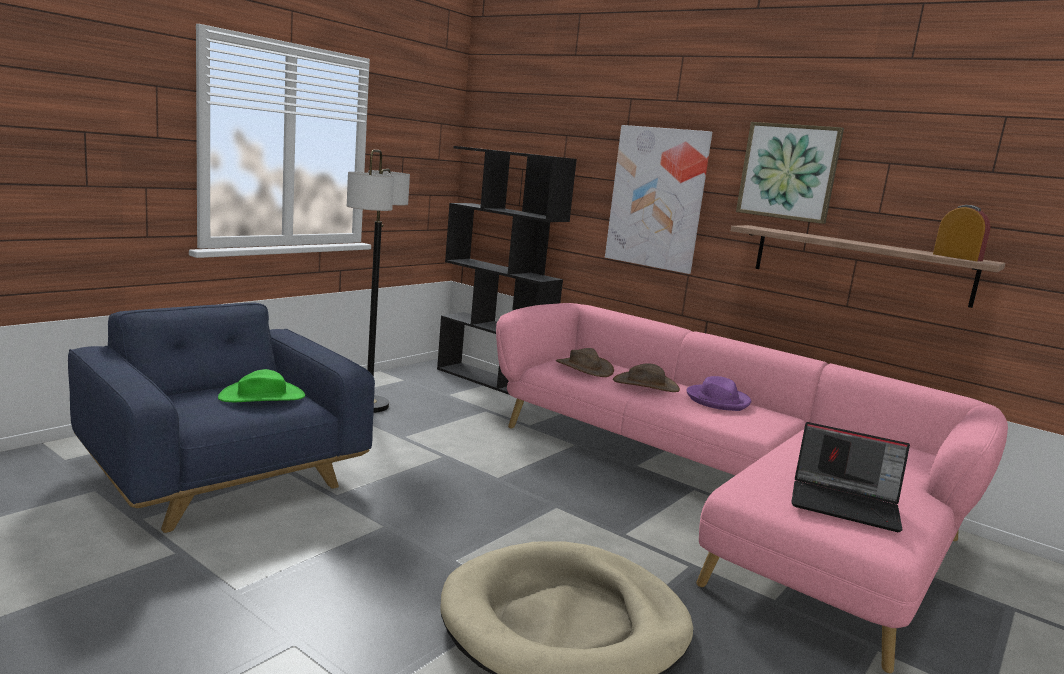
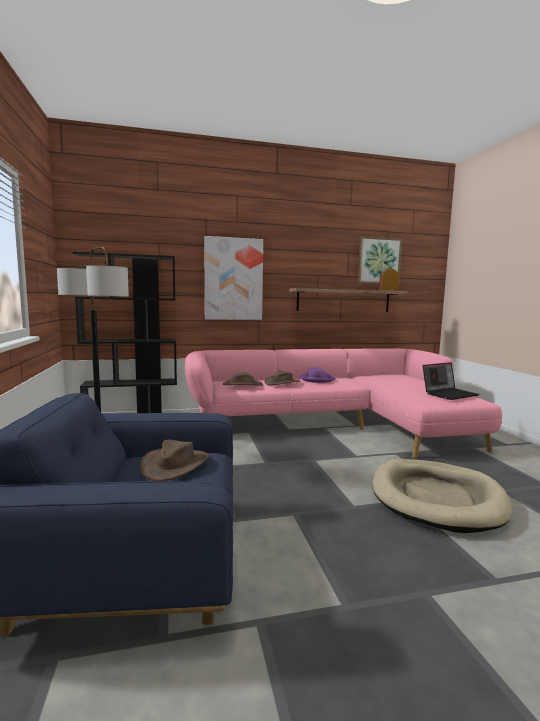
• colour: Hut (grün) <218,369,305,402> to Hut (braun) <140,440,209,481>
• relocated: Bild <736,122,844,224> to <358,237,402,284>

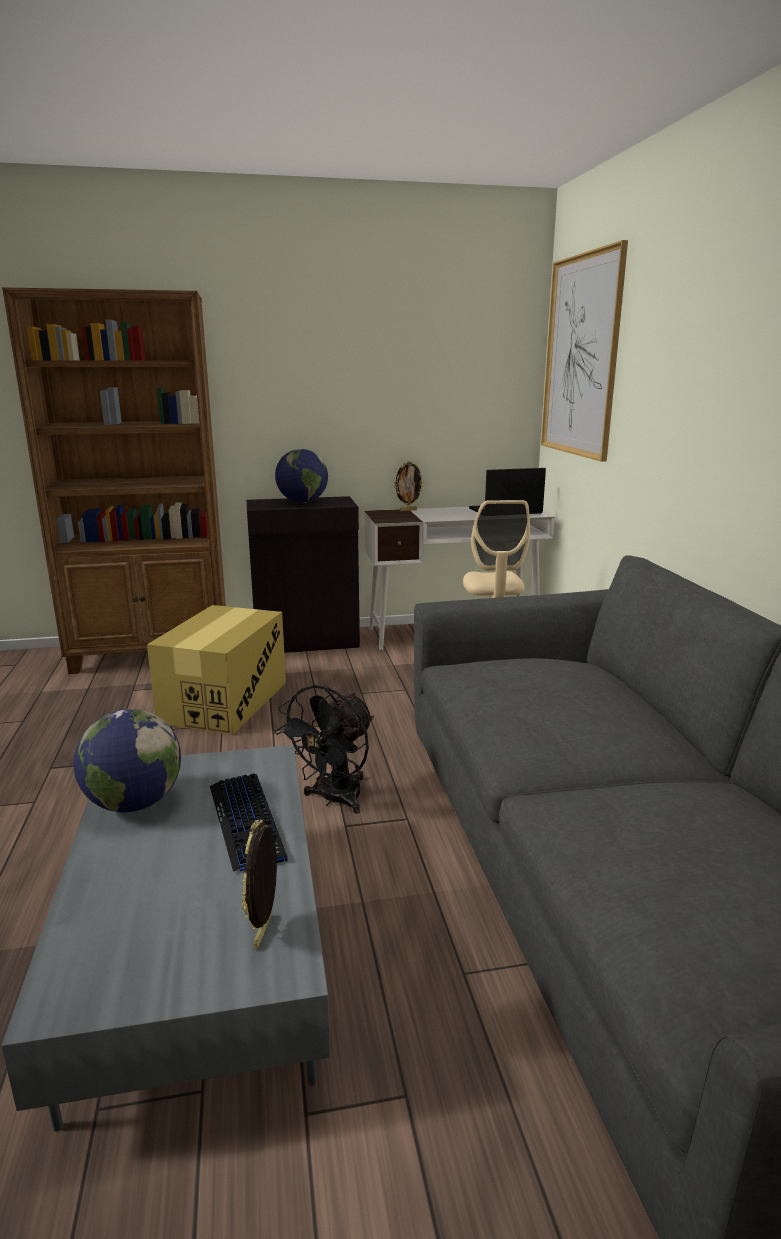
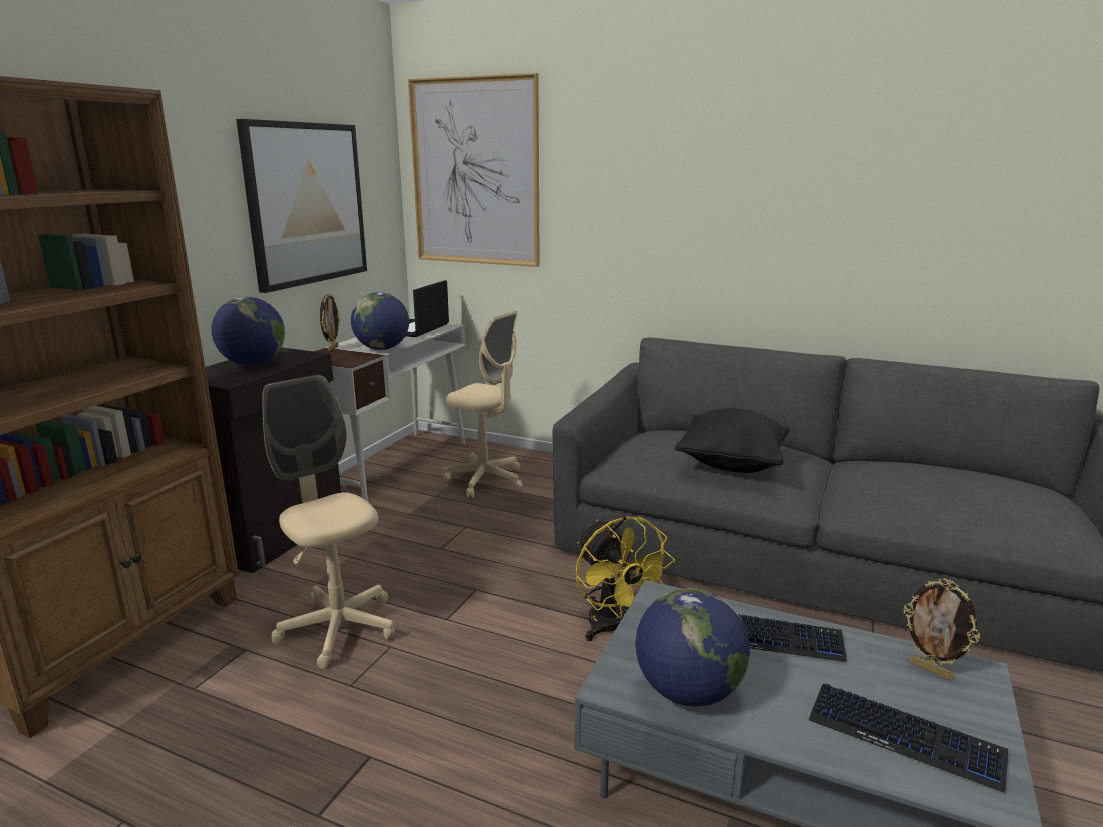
• exchanged: Karton <147,605,286,735> to Bürostuhl (beige) <262,375,395,669>
• colour: Ventilator (schwarz) <274,685,374,814> to Ventilator (gelb) <576,516,675,641>
• appeared: Bild <236,119,367,293>
• appeared: Globus <351,292,409,350>
• appeared: Kissen (schwarz) <675,408,790,473>
• appeared: Tastatur <809,684,1008,793>

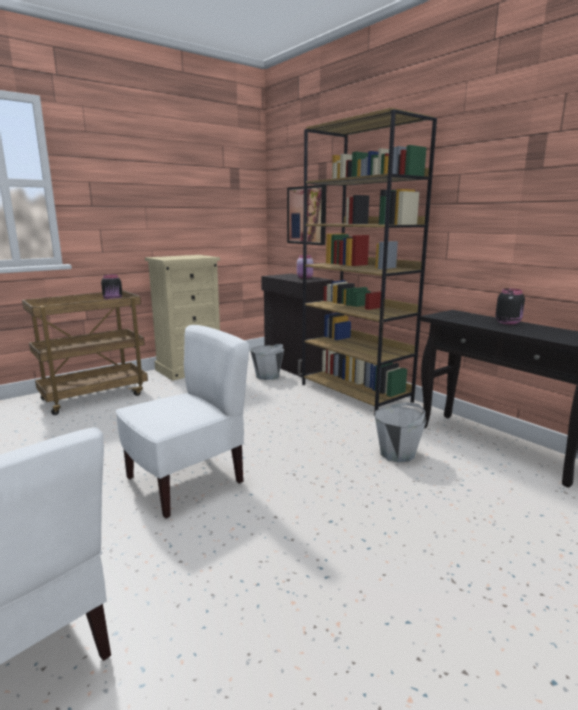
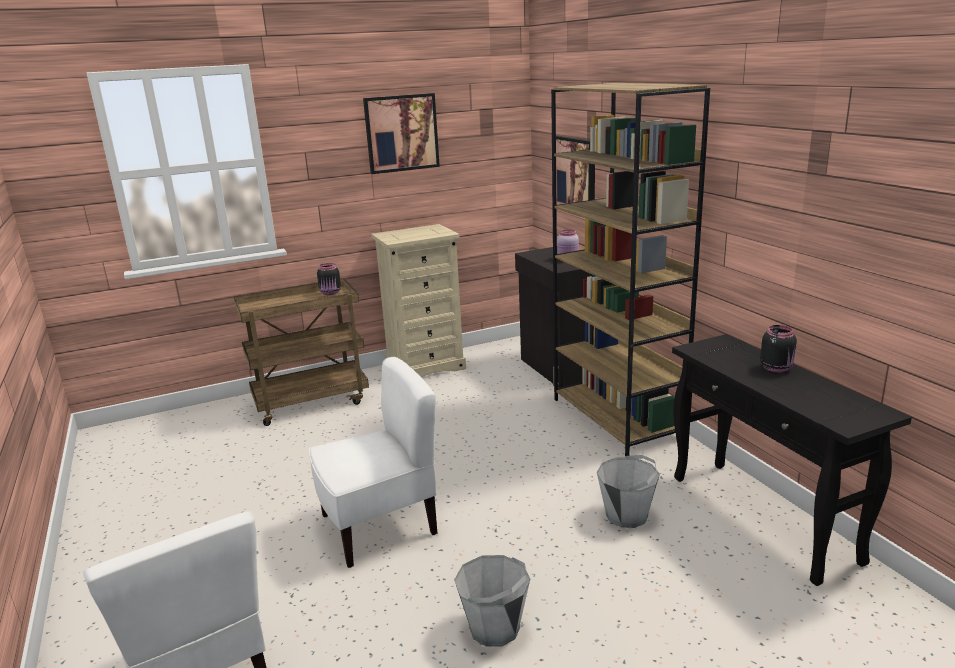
• relocated: Eimer (grau) <250,344,284,380> to <454,555,530,647>
• appeared: Bild <363,93,440,174>

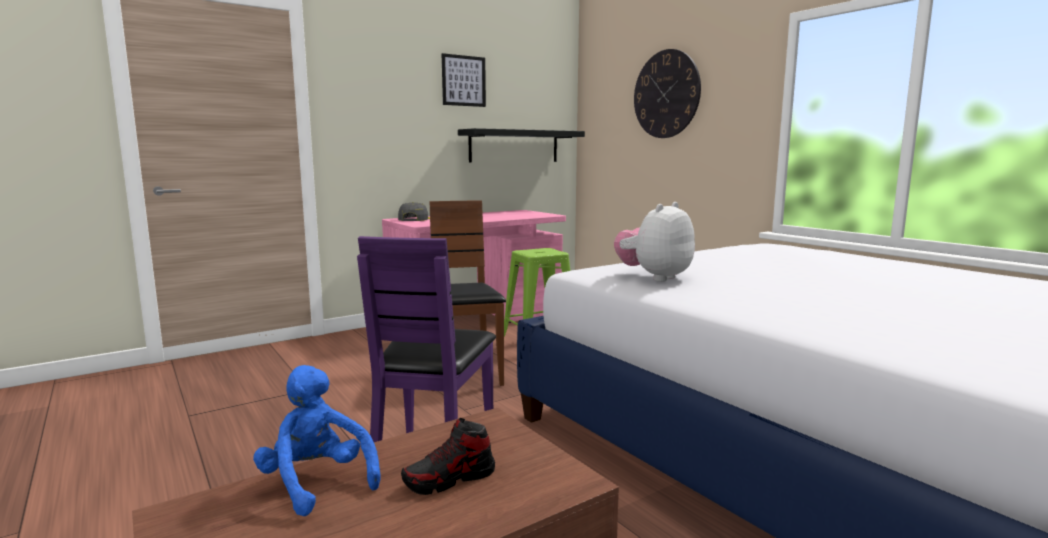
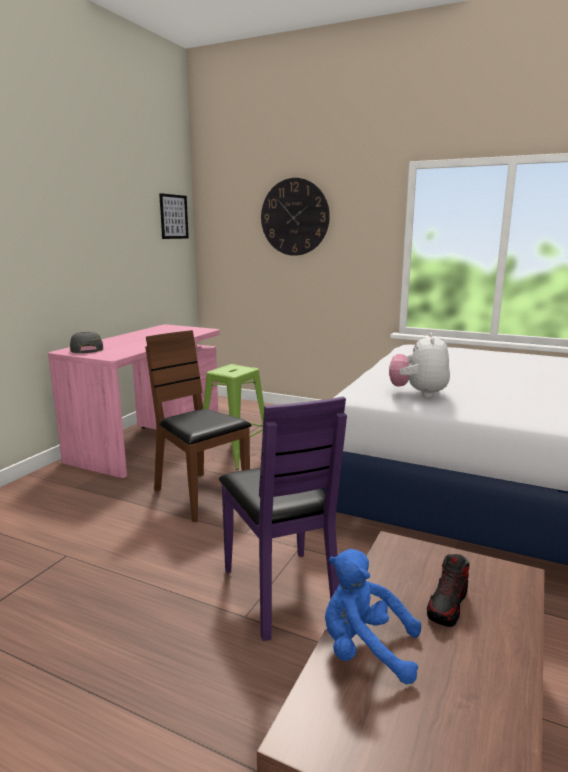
• relocated: Bild <442,53,486,107> to <159,193,189,239>
• missing: Wandregal (schwarz) <458,128,585,163>

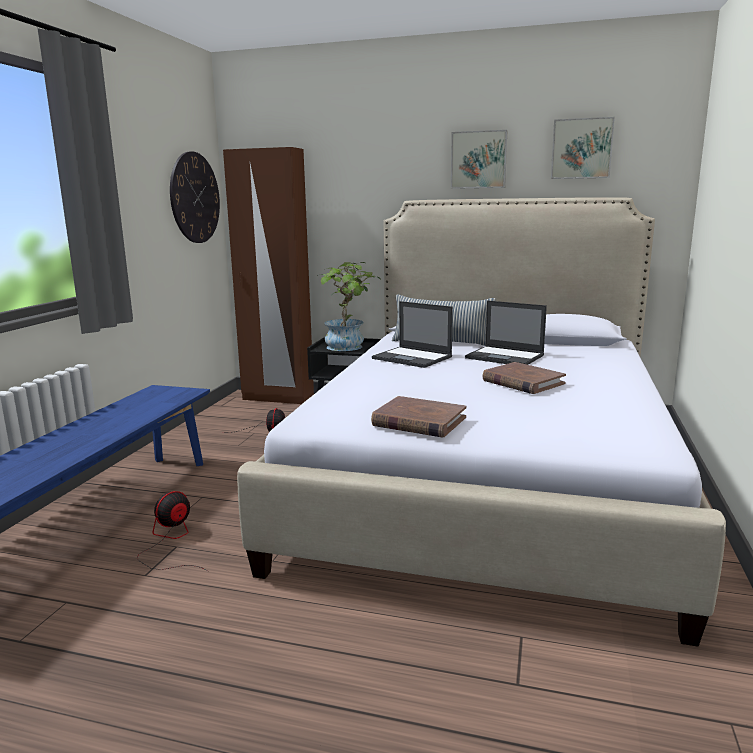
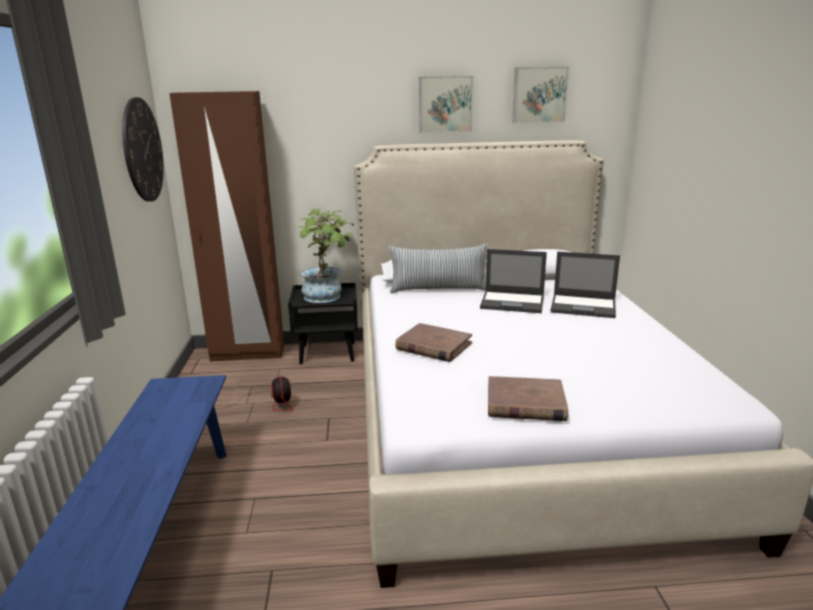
• missing: Ventilator <137,491,207,571>
• relocated: Laptop <372,301,453,368> to <551,252,620,318>
• relocated: Buch (braun) <482,362,566,394> to <395,323,472,362>

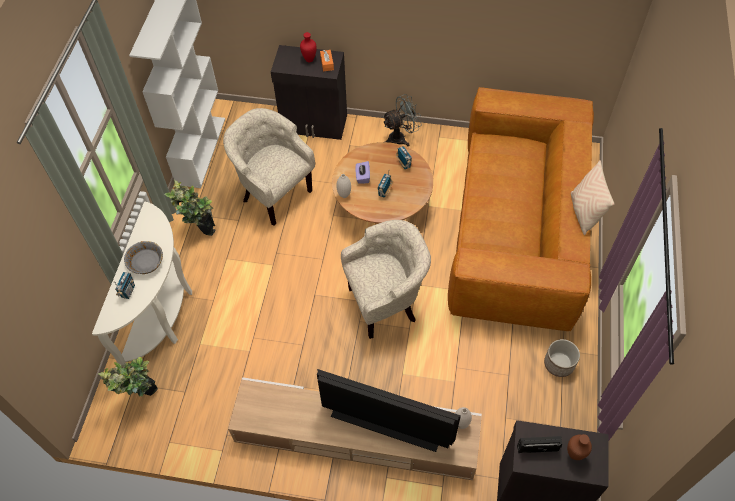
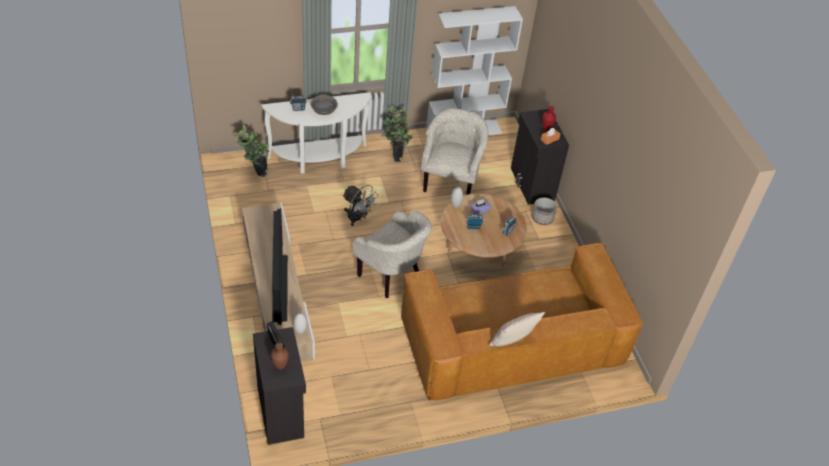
• relocated: Ventilator (grau) <382,94,422,146> to <342,185,377,226>
• relocated: Pflanzkübel <544,339,580,377> to <532,198,557,225>

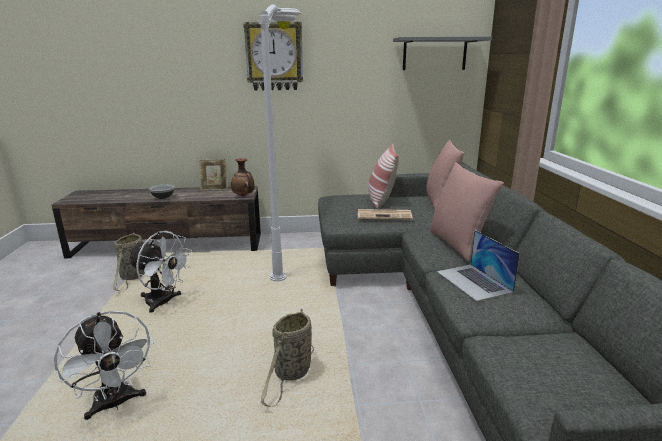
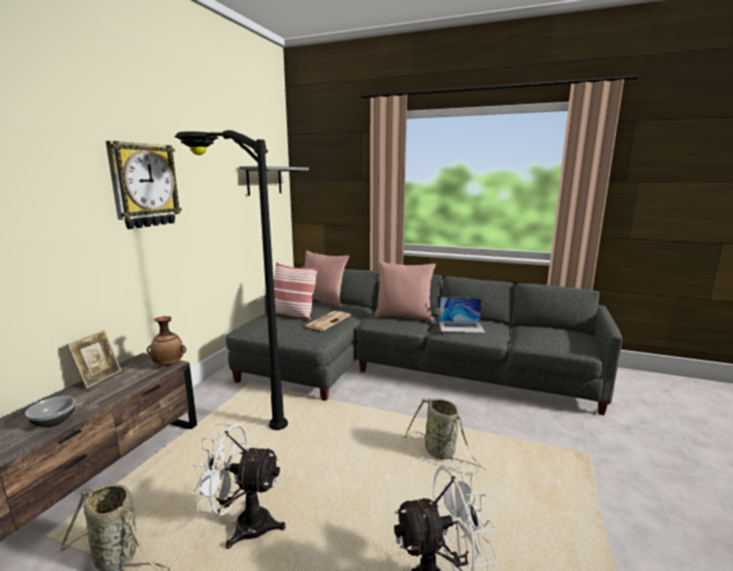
• spun: Ventilator (weiß) <128,231,192,313> = <190,423,286,549> 135 degrees counterclockwise
• colour: Stehlampe (weiß) <258,4,301,281> to Stehlampe (schwarz) <175,130,288,430>

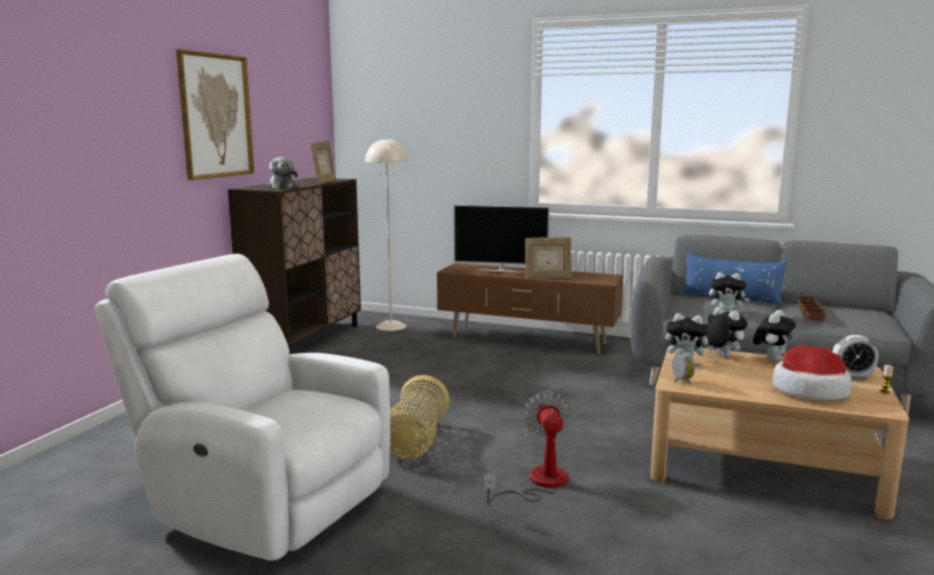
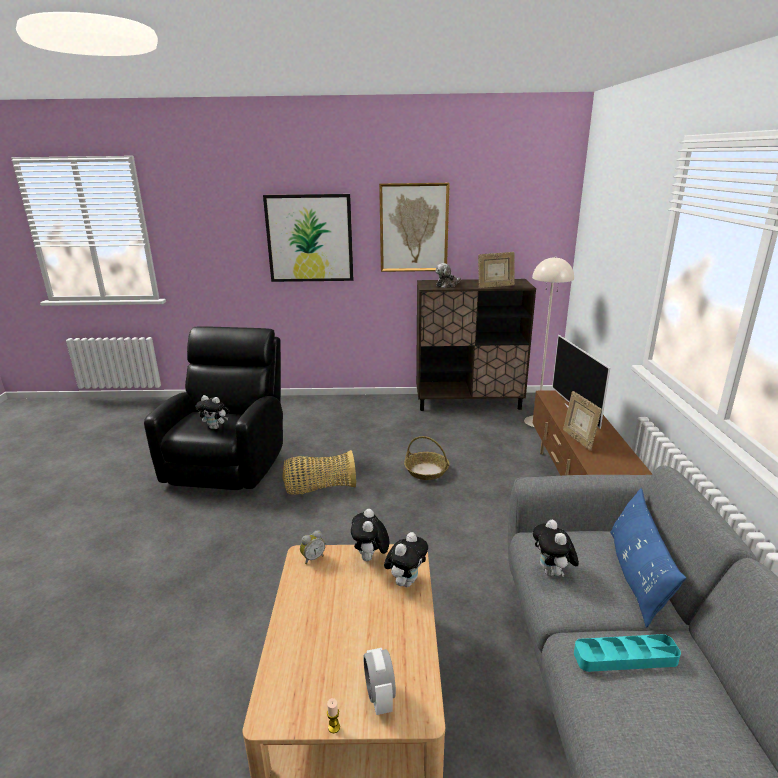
• colour: Sessel (weiß) <95,254,390,561> to Sessel (schwarz) <144,326,283,490>
• missing: Ventilator <484,391,571,504>
• relocated: Plüschtier <753,310,796,361> to <196,395,229,429>
• missing: Hut <773,345,852,400>
• colour: Tablett (braun) <798,297,826,322> to Tablett (türkis) <574,634,681,672>
• appeared: Bild <263,194,353,282>
• appeared: Korb <404,436,450,480>

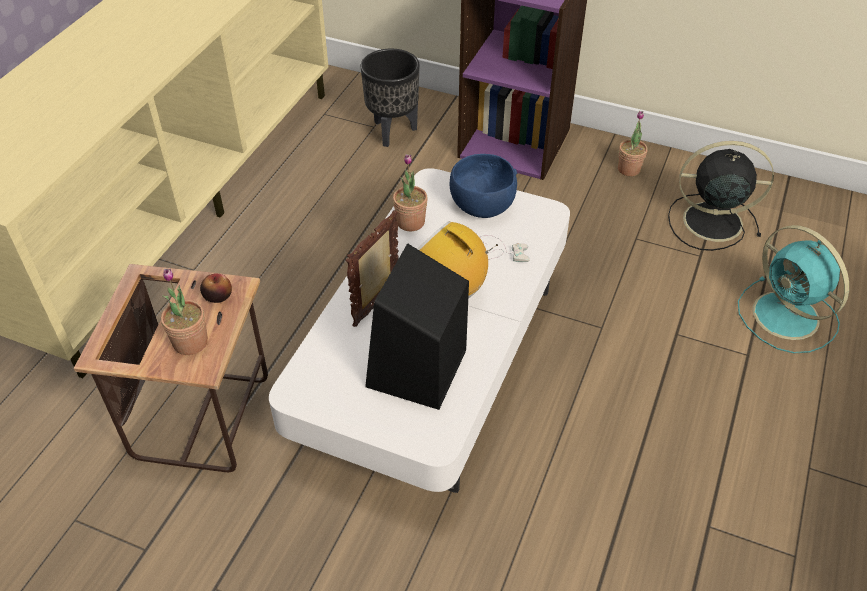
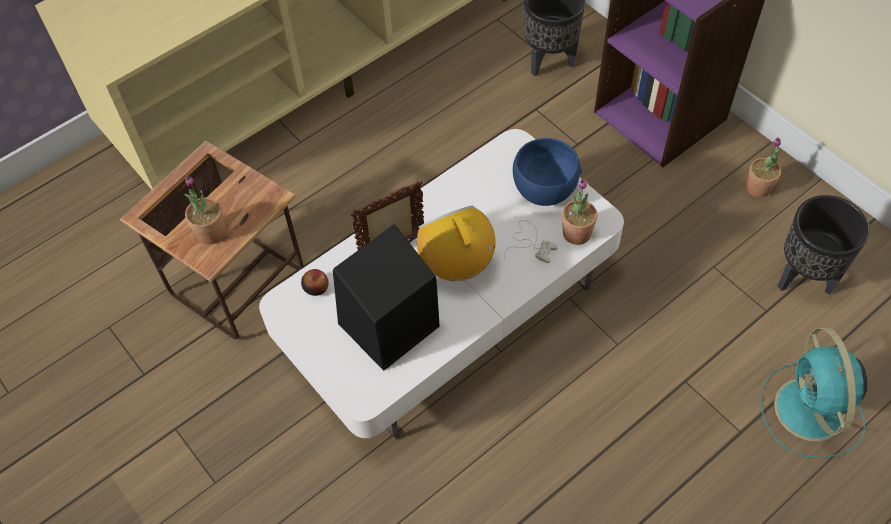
• relocated: Apfel <200,273,232,303> to <301,269,329,296>
• relocated: Topfpflanze <393,154,428,232> to <562,179,597,245>
• exchanged: Ventilator (schwarz) <668,141,774,251> to Pflanzkübel (schwarz) <778,195,870,294>

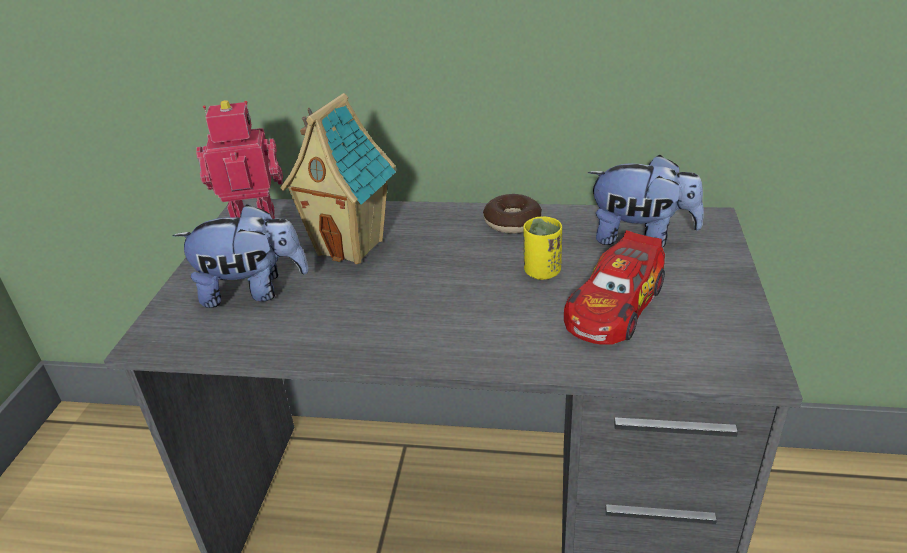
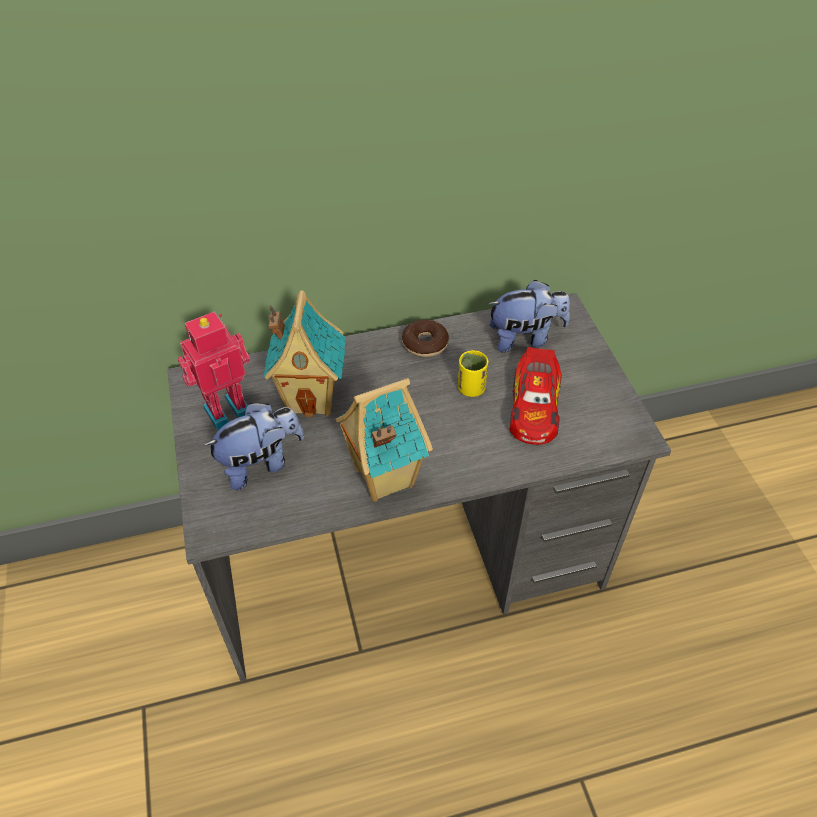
• appeared: Spielzeughaus <335,378,433,501>

